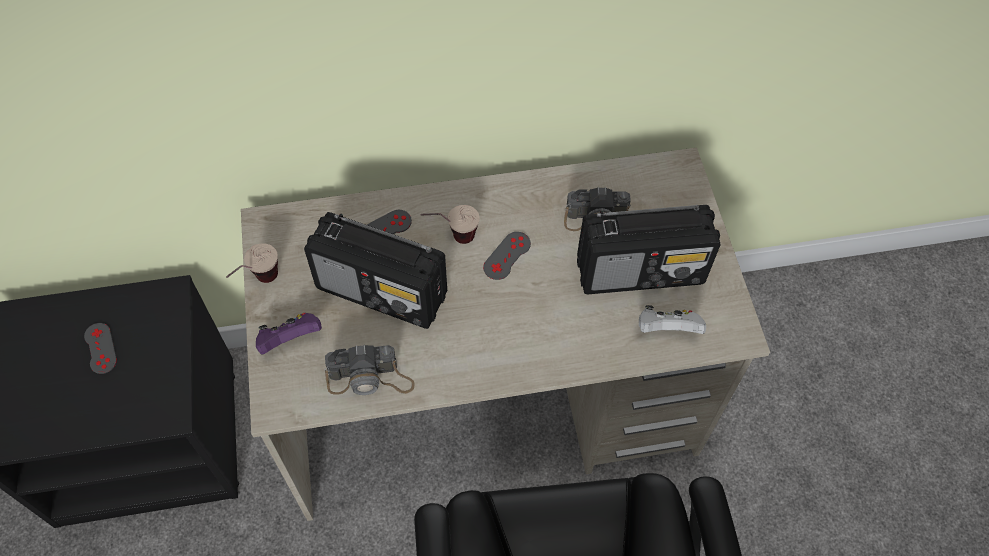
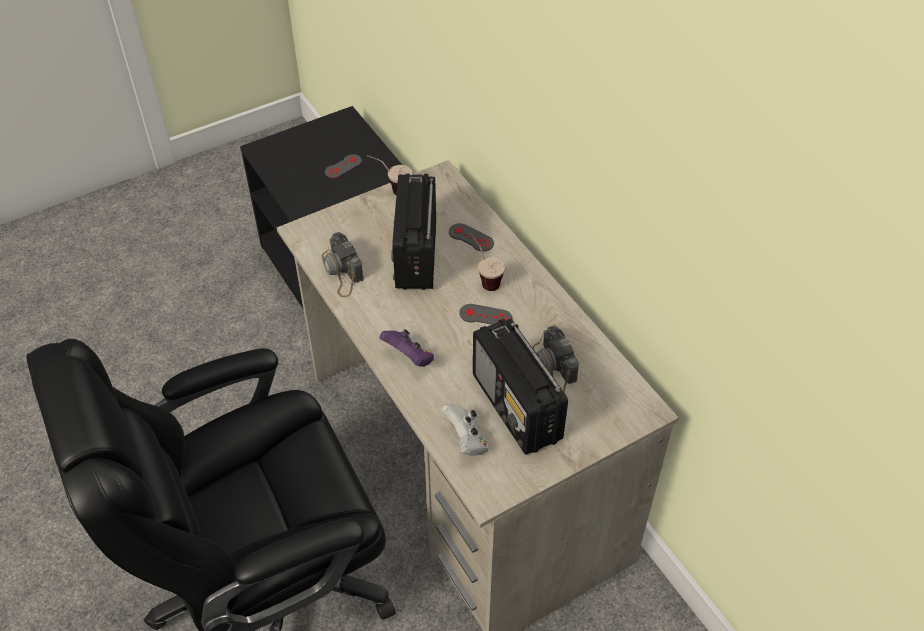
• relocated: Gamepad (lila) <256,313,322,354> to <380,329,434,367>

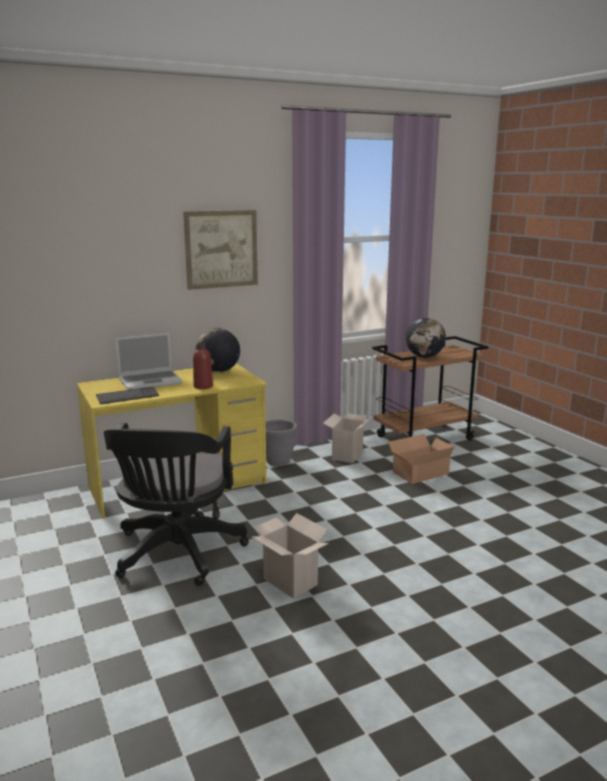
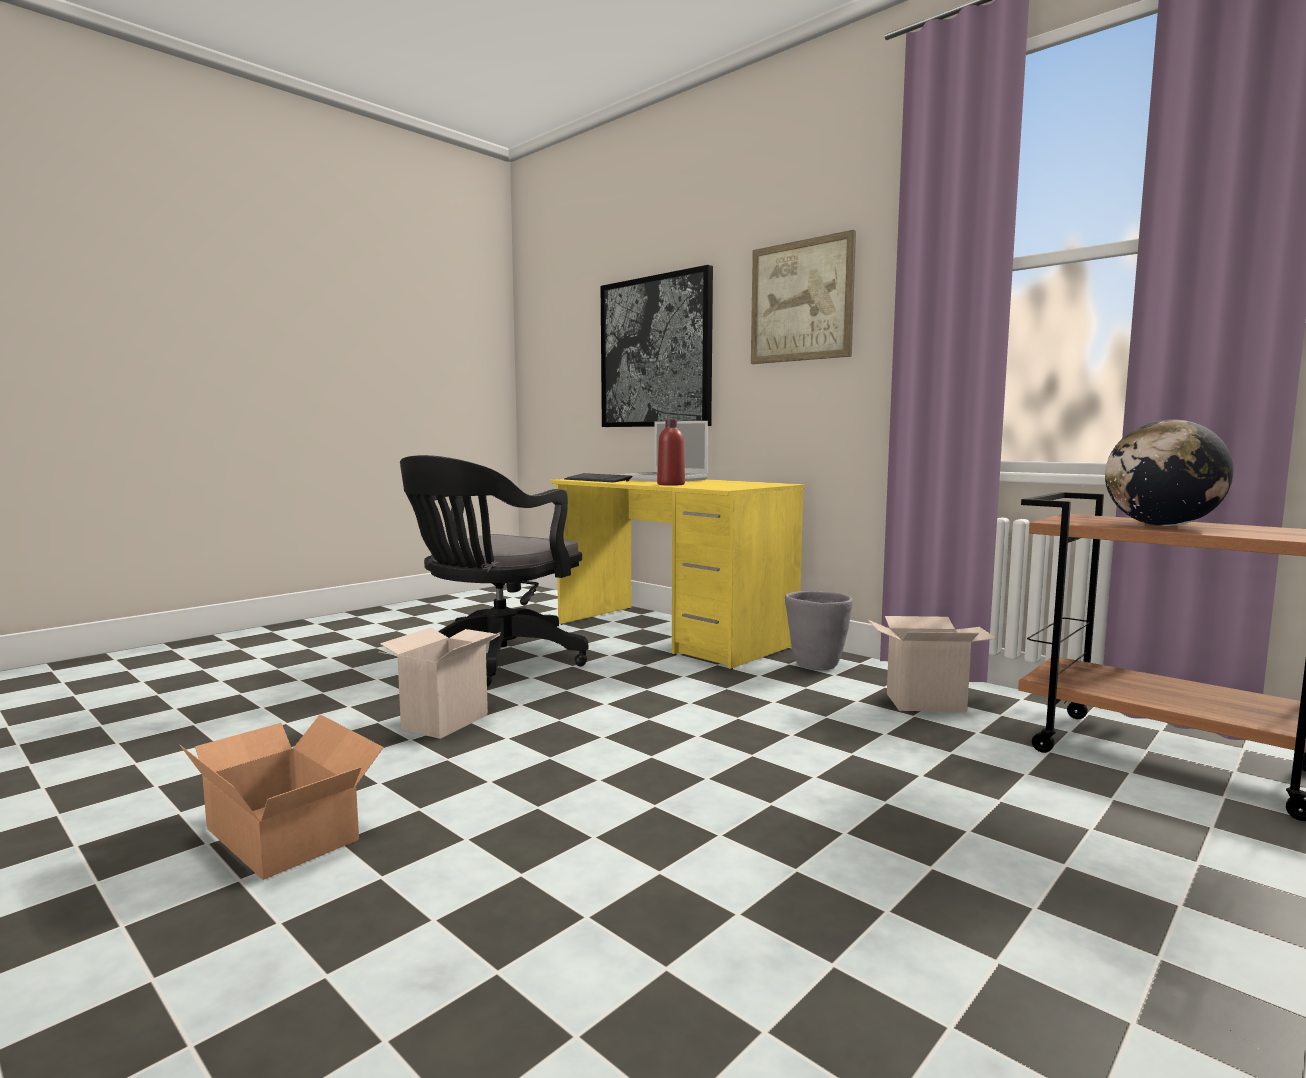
• spun: Bürostuhl (schwarz) <104,423,249,586> = <400,455,588,687> 45 degrees counterclockwise
• missing: Globus <196,328,240,372>
• relocated: Karton <388,434,455,484> to <180,714,384,880>
• appeared: Bild <601,265,713,427>

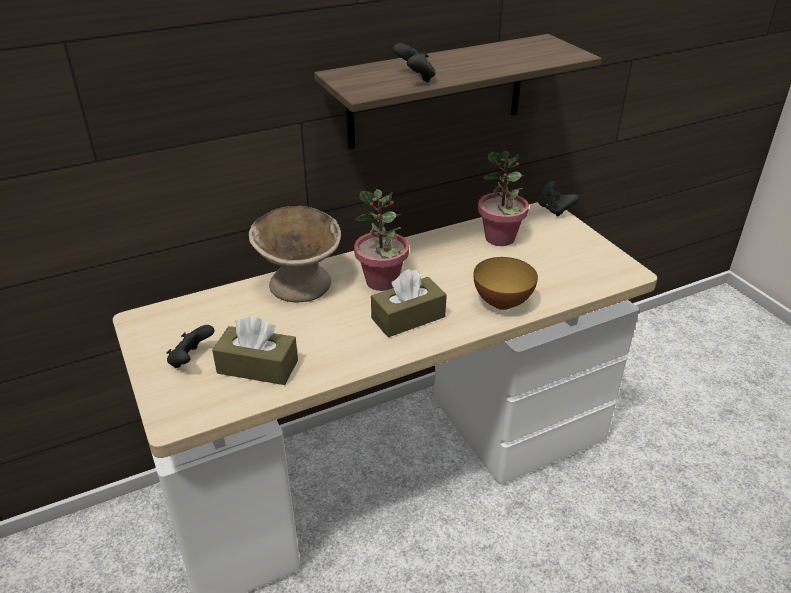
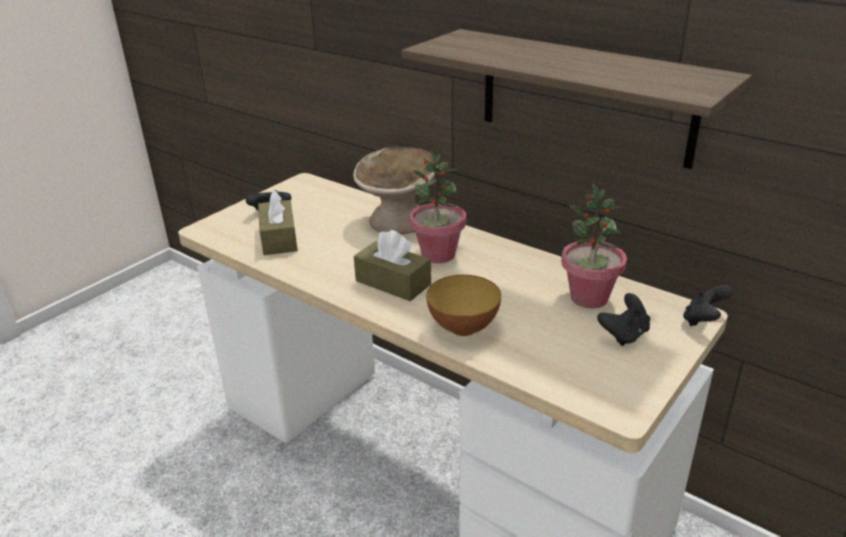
• relocated: Gamepad (schwarz) <393,43,436,83> to <597,293,650,346>

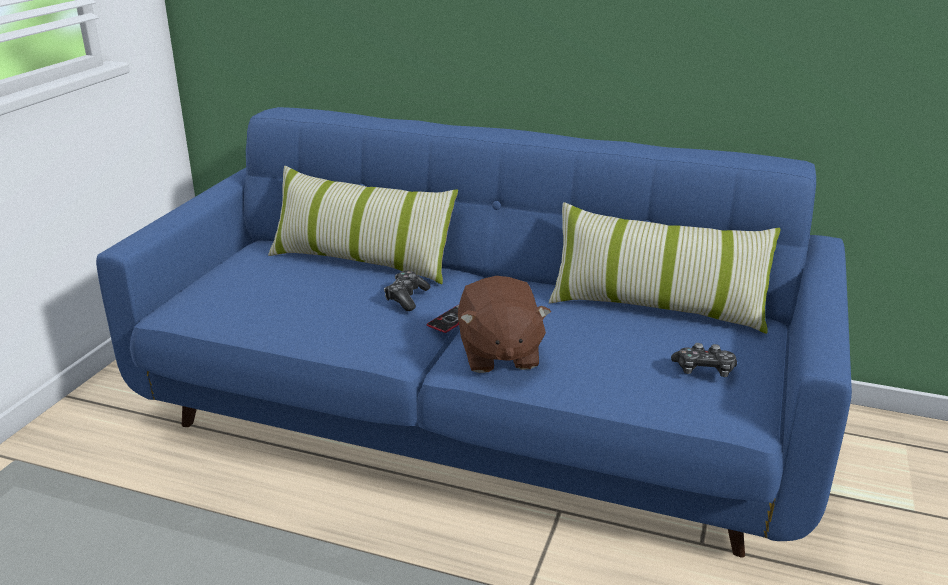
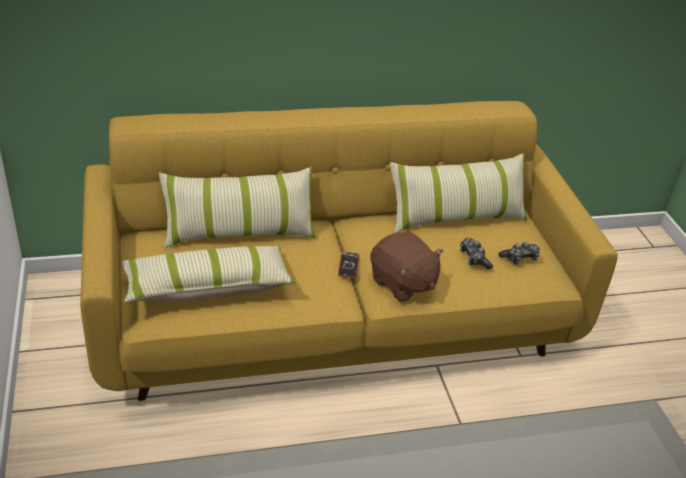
• colour: Sofa (blau) <96,107,852,558> to Sofa (gelb) <80,101,618,401>
• relocated: Gamepad <384,271,431,311> to <460,238,493,270>
• appeared: Kissen <121,246,297,303>

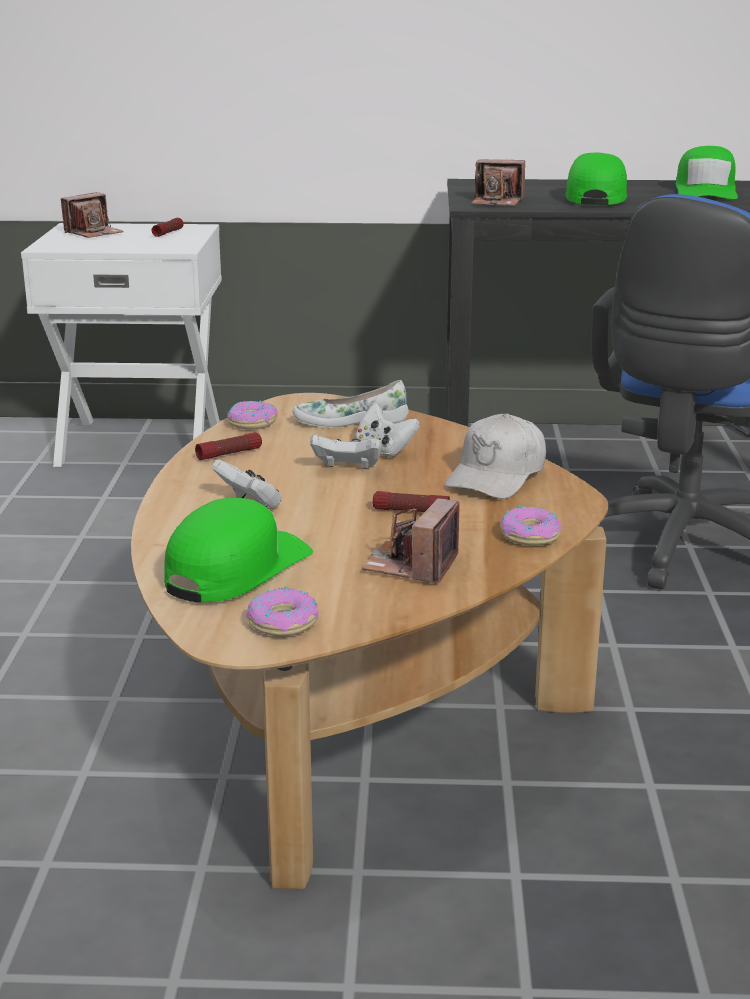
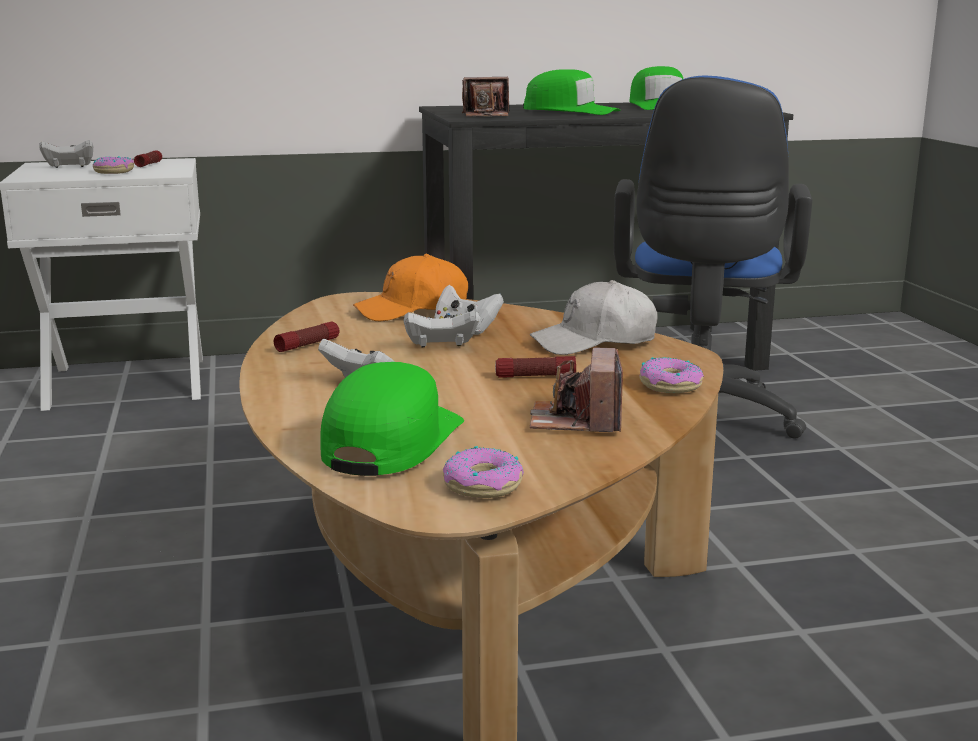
• exchanged: Kamera <61,192,124,238> to Gamepad (weiß) <39,140,93,168>
• relocated: Donut <227,401,278,430> to <93,156,134,174>
• exchanged: Schuh (weiß) <293,380,409,428> to Kappe (orange) <353,254,468,321>
• spun: Kappe (weiß) <445,413,546,499> = <530,280,658,355> 60 degrees clockwise
• spun: Kappe (grün) <566,153,627,205> = <523,69,621,115> 120 degrees clockwise

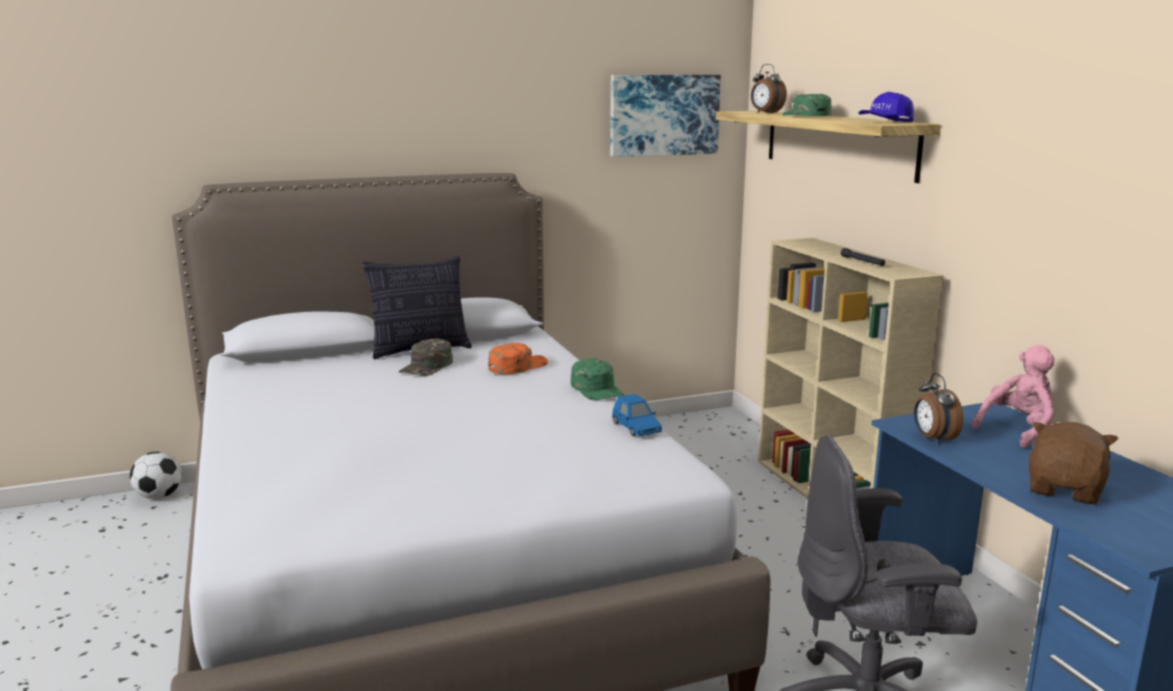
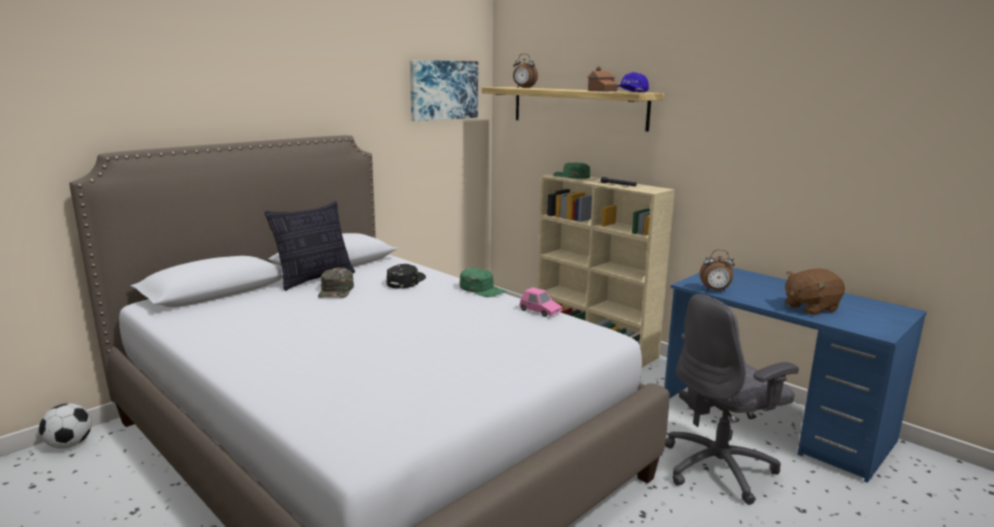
• colour: Kappe (orange) <488,343,548,374> to Kappe (schwarz) <387,264,426,288>
• colour: Spielzeugauto (blau) <612,394,662,436> to Spielzeugauto (rosa) <520,287,563,317>
• relocated: Kappe (grün) <782,94,832,116> to <553,162,590,179>
• spun: Wecker <914,373,963,444> = <700,249,735,292> 45 degrees counterclockwise
• missing: Plüschtier (rosa) <971,345,1055,448>
• spun: Plüschtier (braun) <1029,421,1118,504> = <785,268,845,315> 120 degrees counterclockwise
• appeared: Spielzeughaus <587,67,618,92>

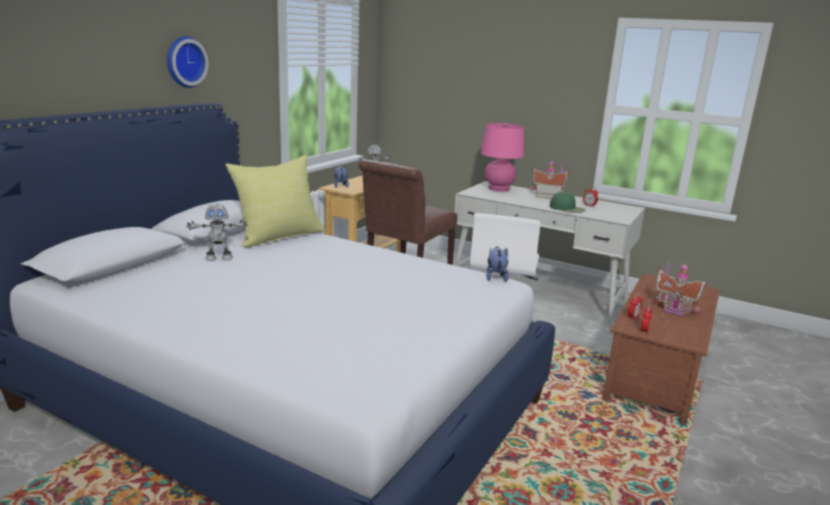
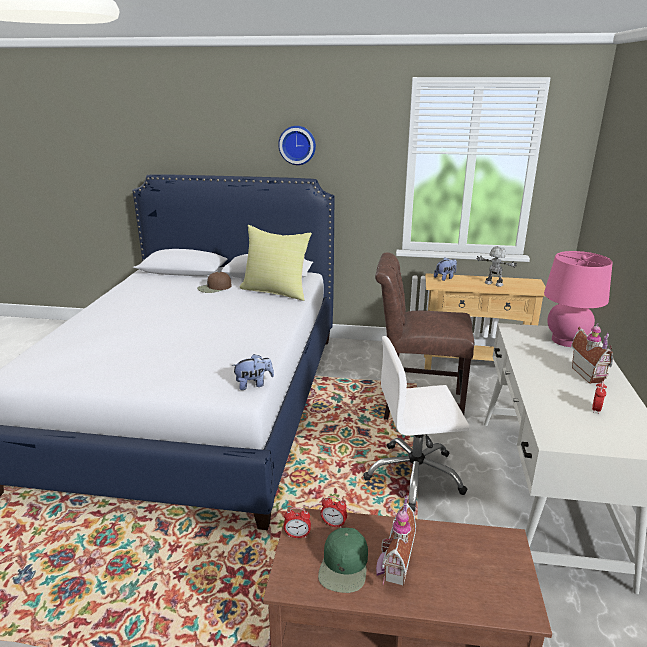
• exchanged: Spielzeugroboter <186,204,248,261> to Kappe (braun) <197,272,232,293>
• relocated: Kappe (grün) <550,192,586,213> to <318,528,368,593>

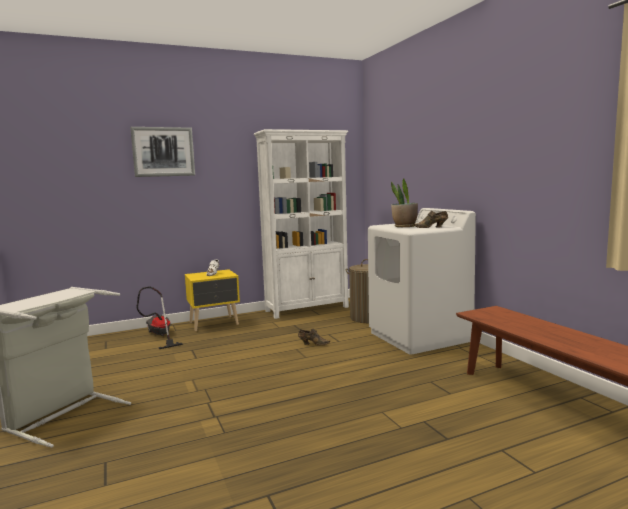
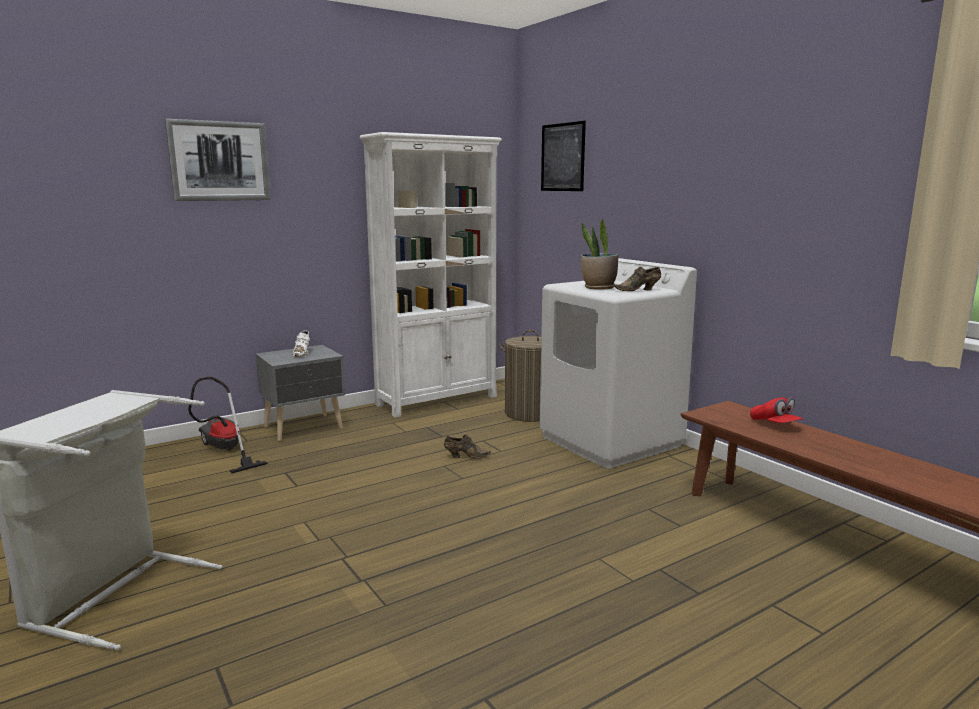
• colour: Nachttisch (gelb) <185,269,240,331> to Nachttisch (grau) <256,345,345,441>
• appeared: Bild <541,121,586,191>
• appeared: Kappe (rot) <750,397,803,423>

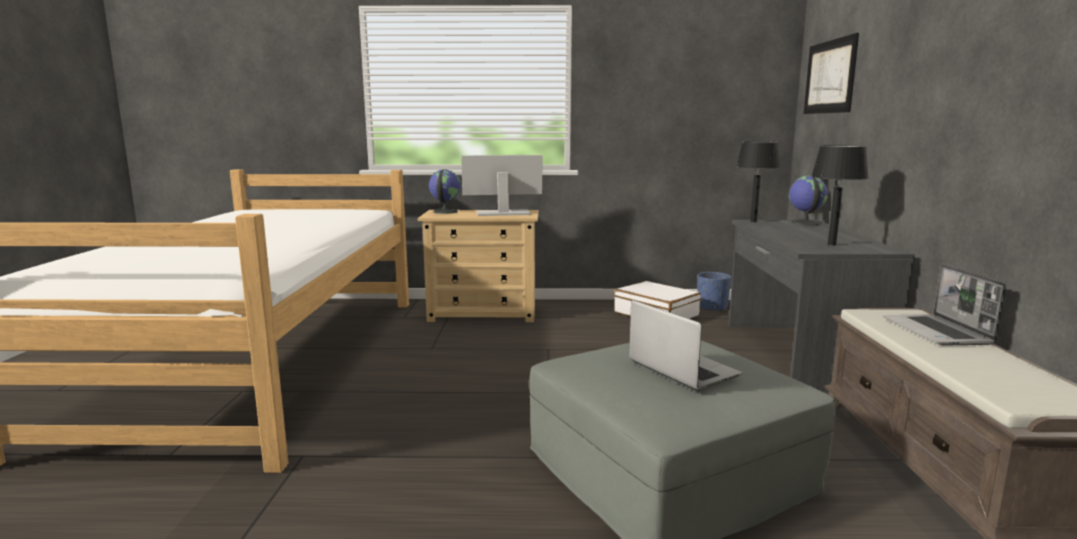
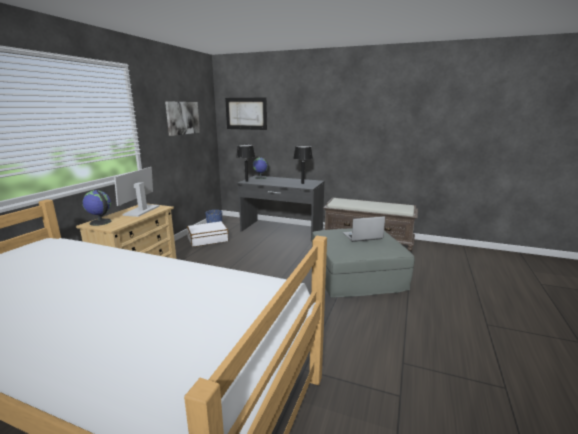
• missing: Laptop <883,264,1006,346>
• appeared: Bild <165,101,200,136>

